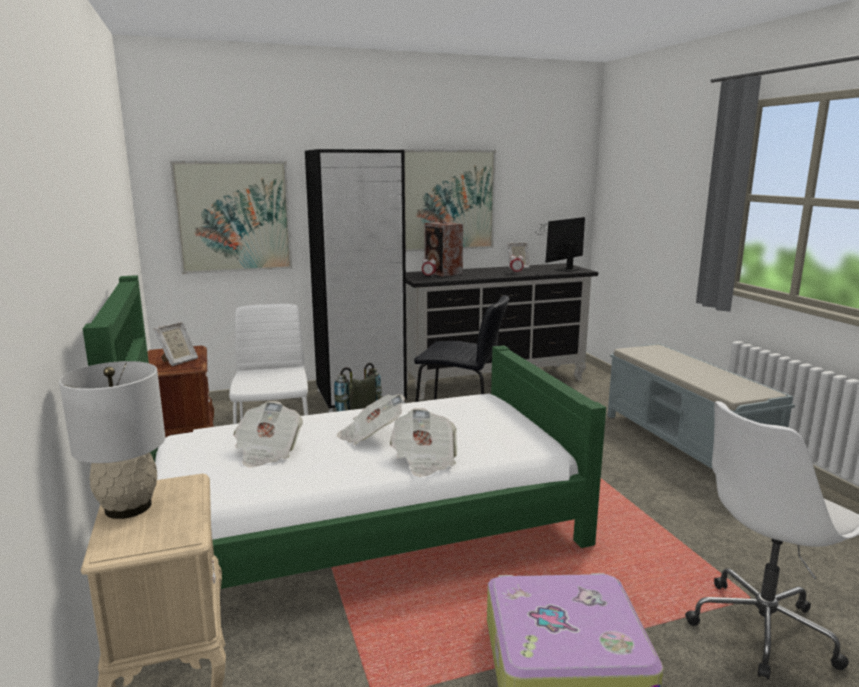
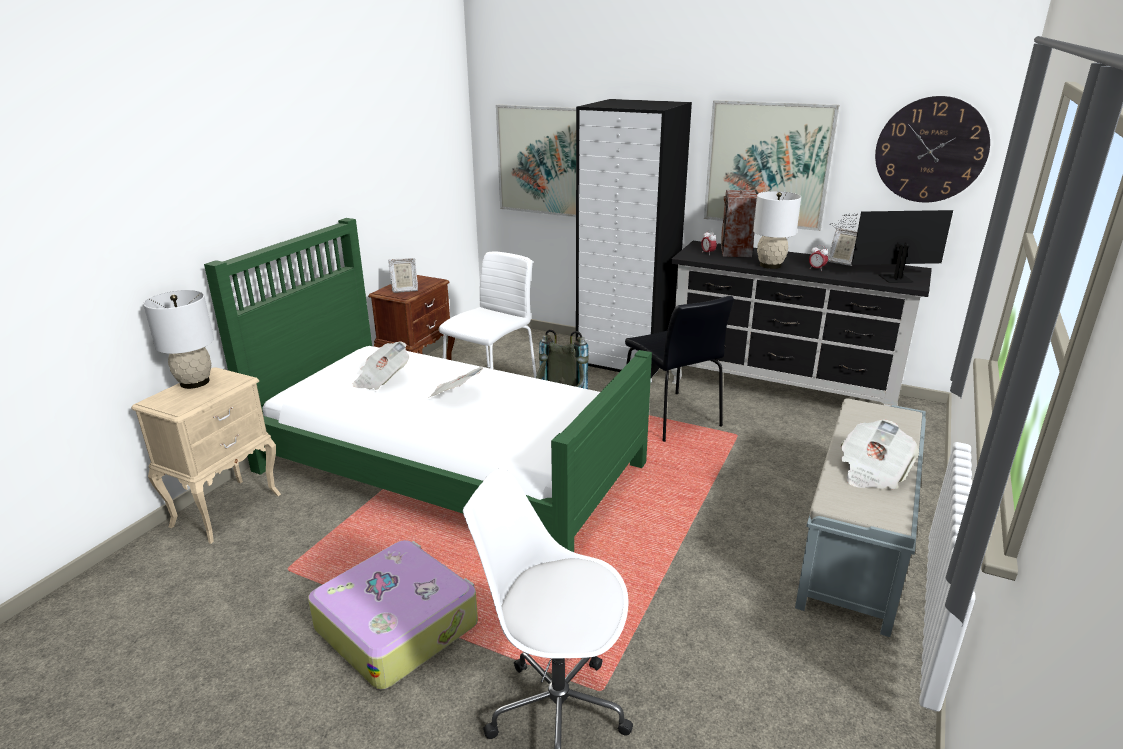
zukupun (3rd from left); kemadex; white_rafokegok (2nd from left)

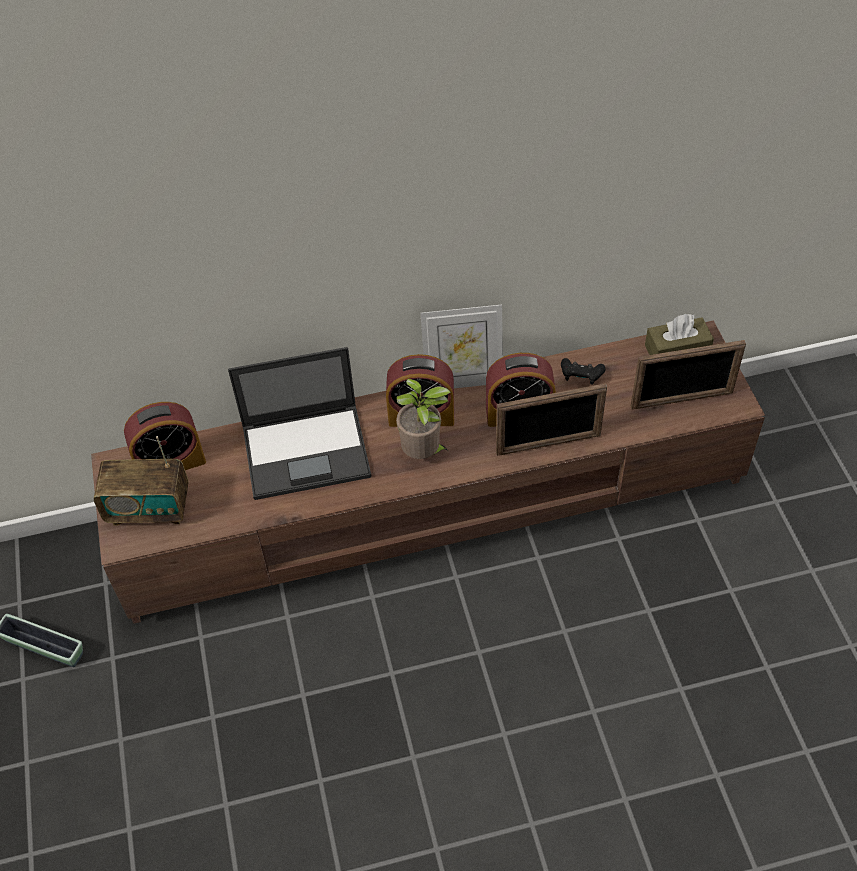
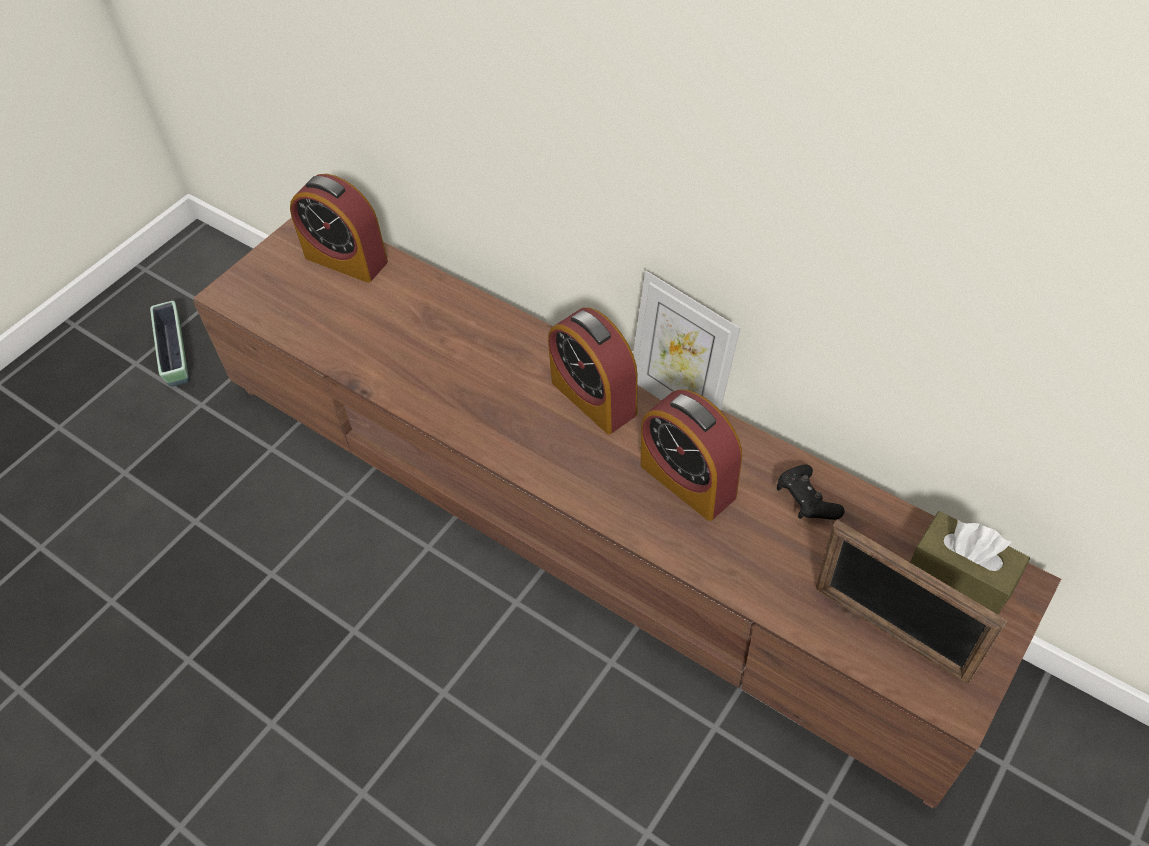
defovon; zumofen; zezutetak (2nd from left in the first image); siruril

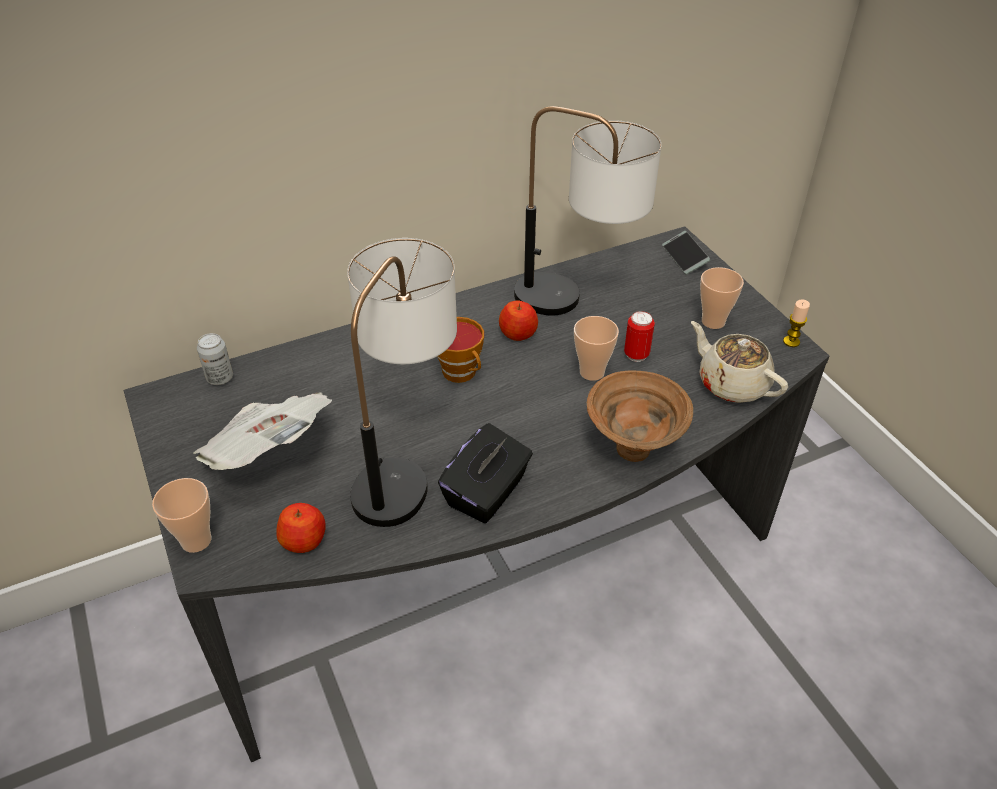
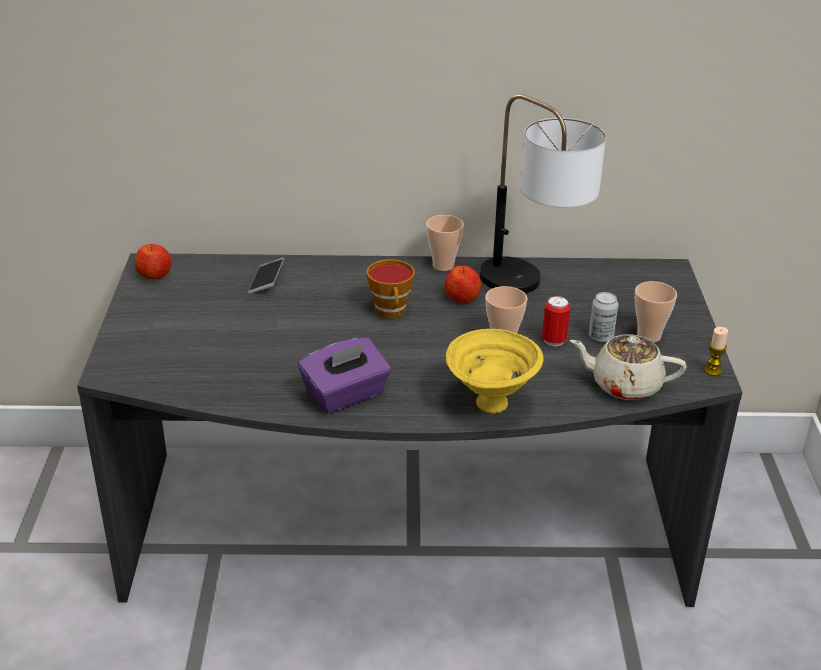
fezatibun; rafokegok (1st from left in the first image); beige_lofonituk; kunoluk (2nd from left); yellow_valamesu; zukupun; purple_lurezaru; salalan (2nd from left); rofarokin (1st from left)

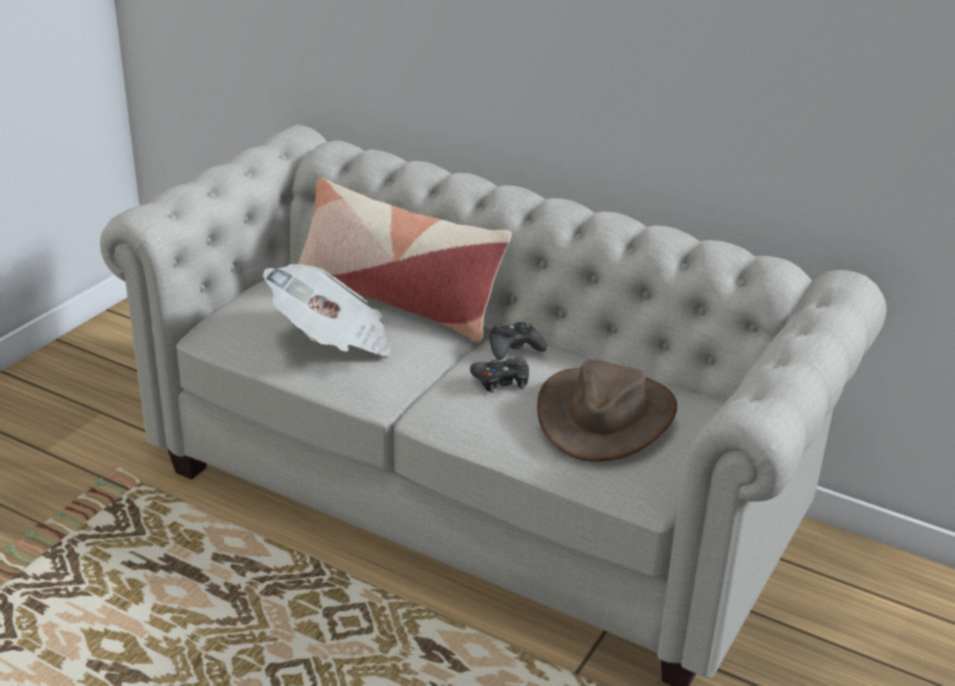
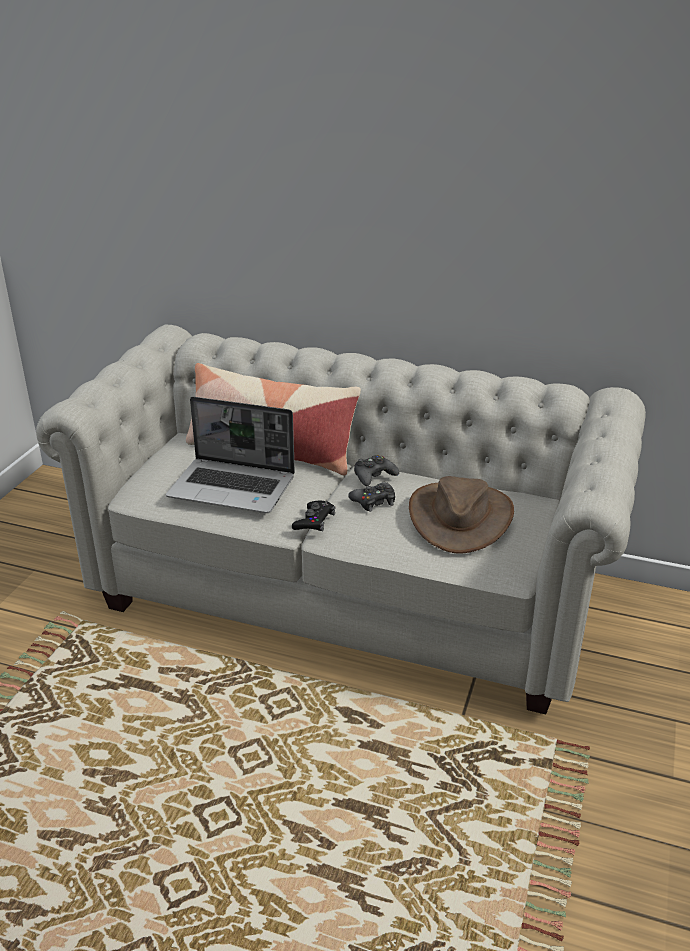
defovon; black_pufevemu (1st from left)

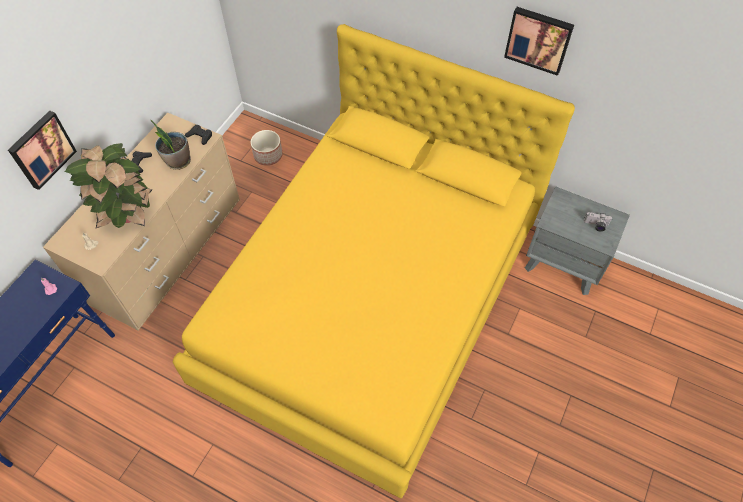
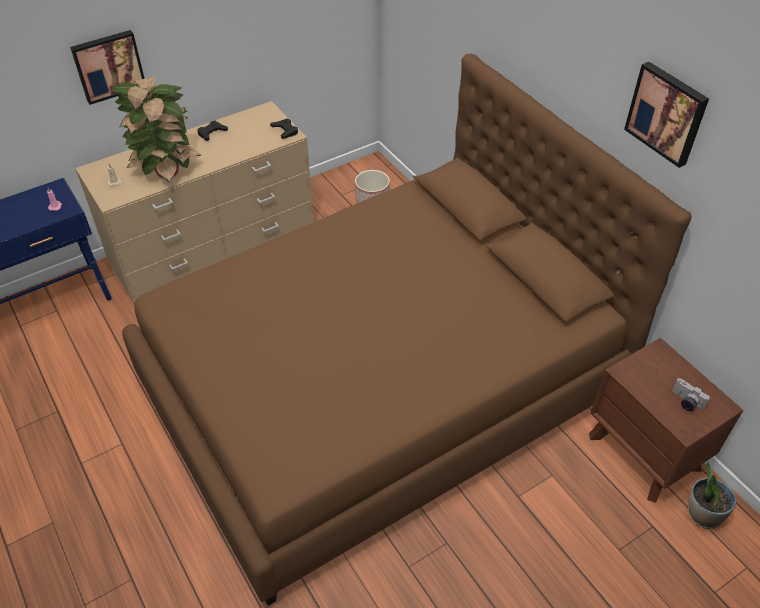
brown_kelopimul; zumofen (2nd from left); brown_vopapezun

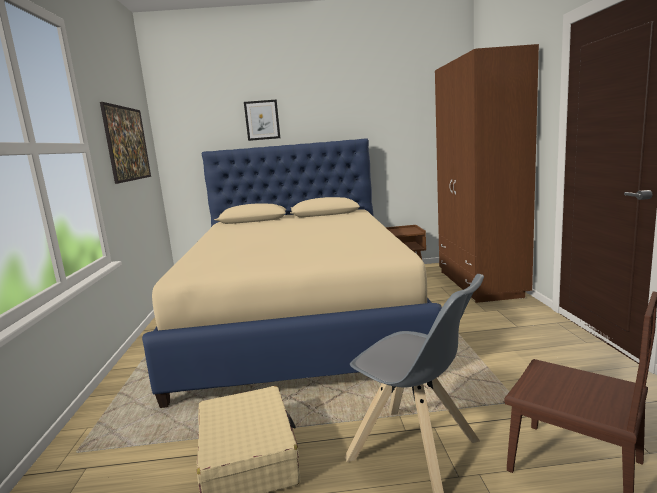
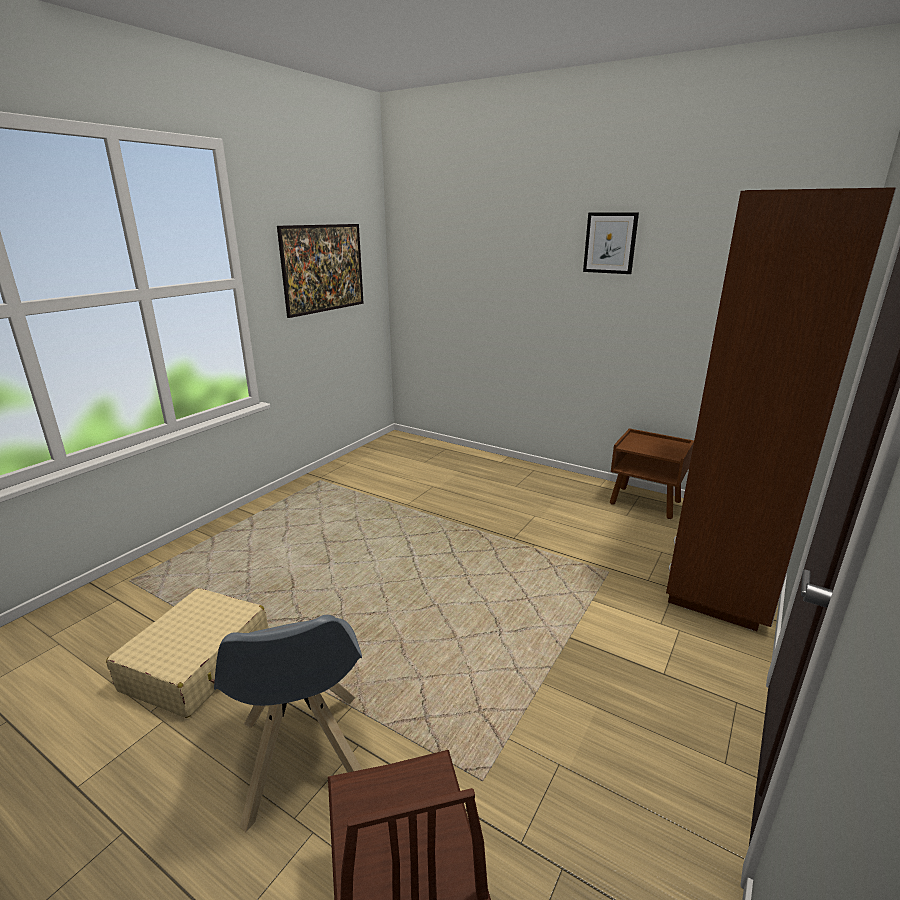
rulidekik (2nd from left); beige_kelopimul

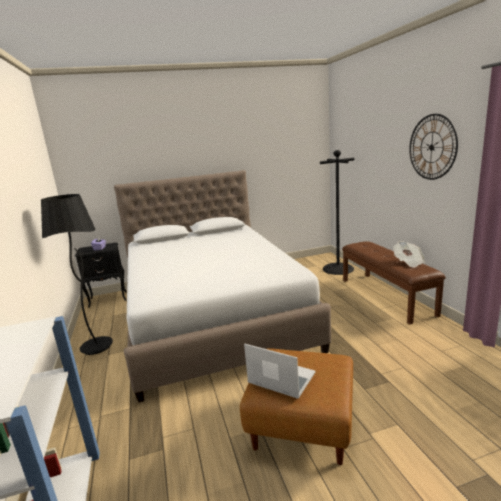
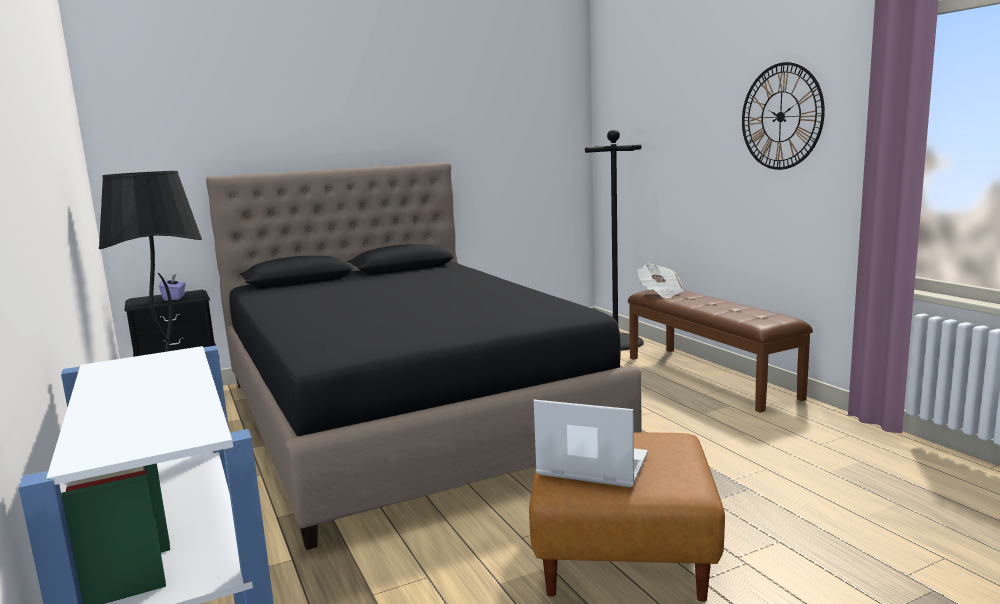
black_kelopimul; zukupun

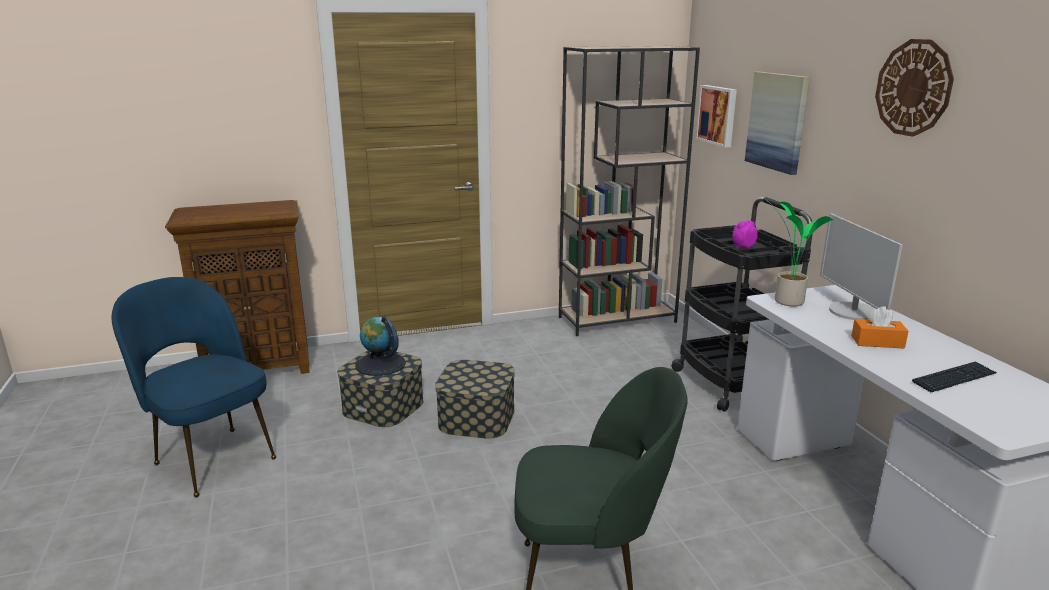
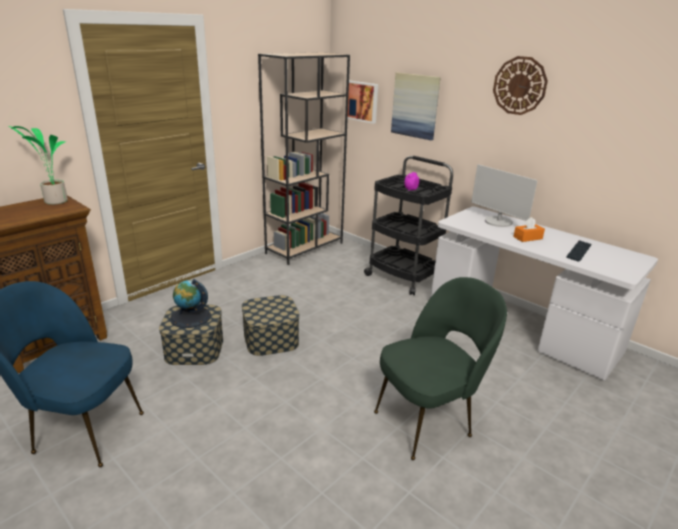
zumofen

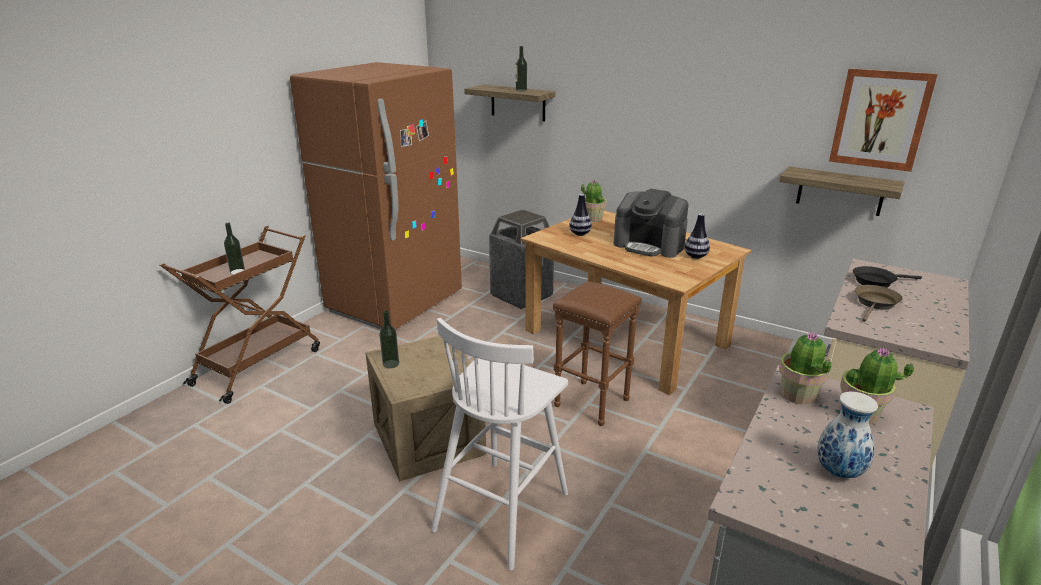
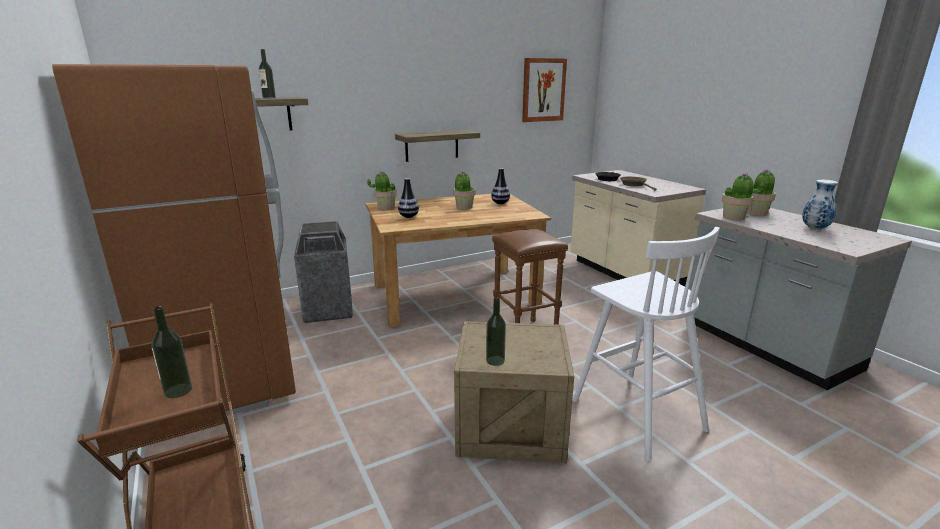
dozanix (2nd from left); zumofen (2nd from left)

